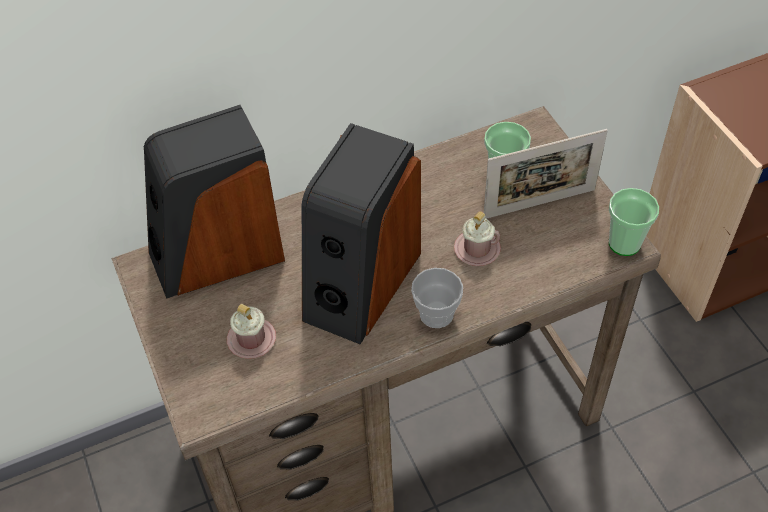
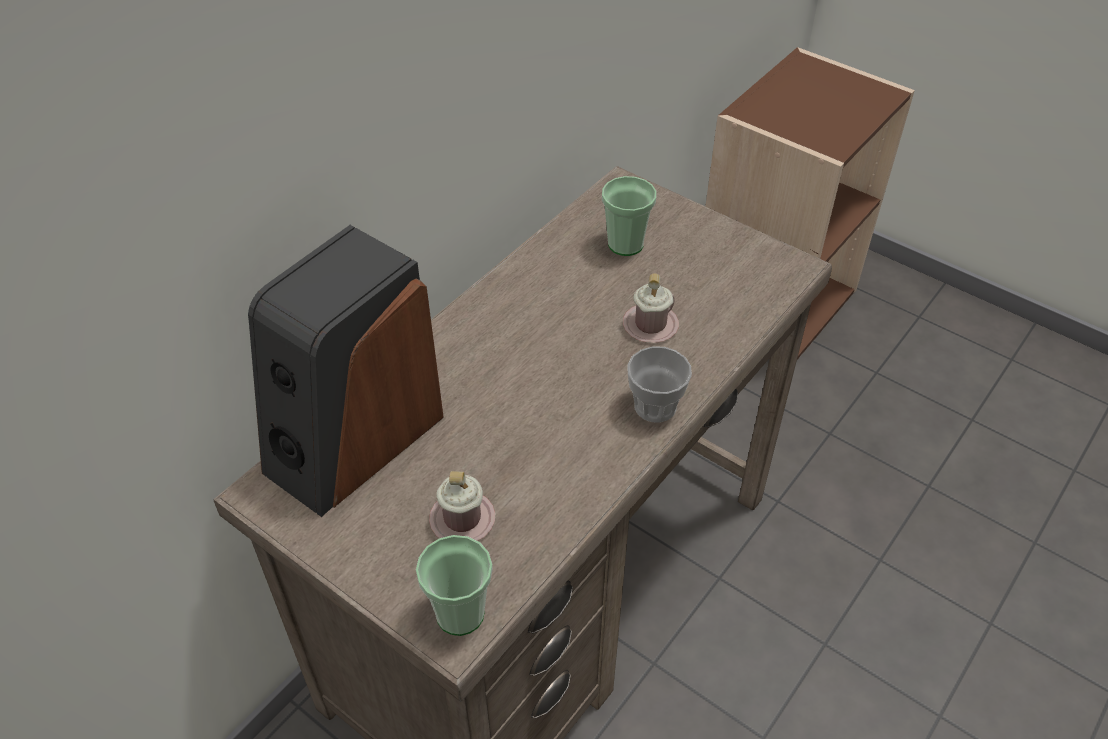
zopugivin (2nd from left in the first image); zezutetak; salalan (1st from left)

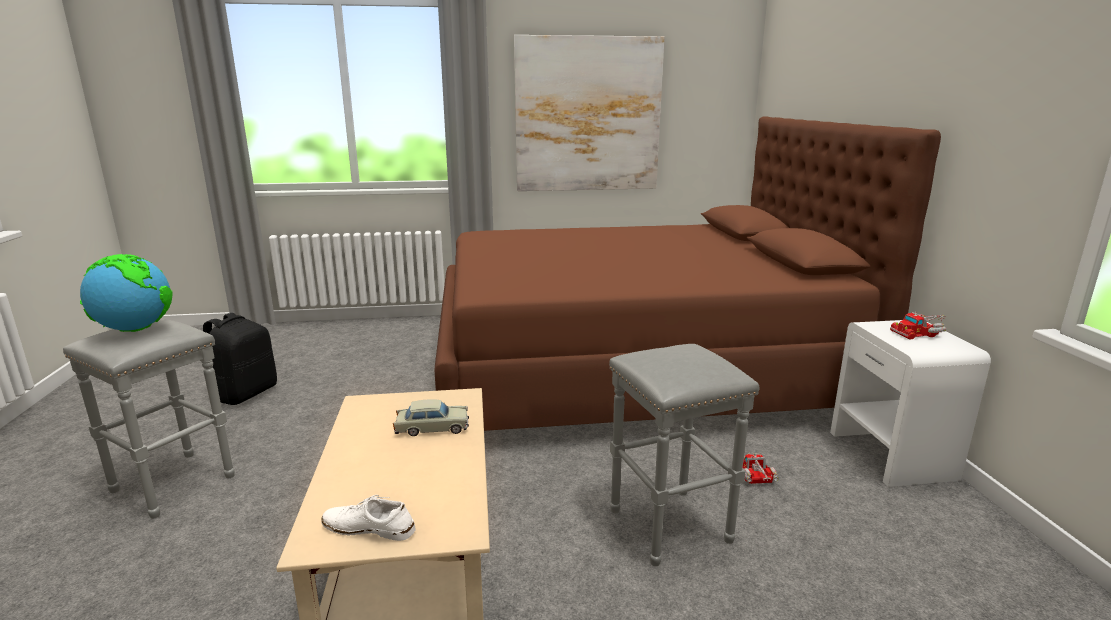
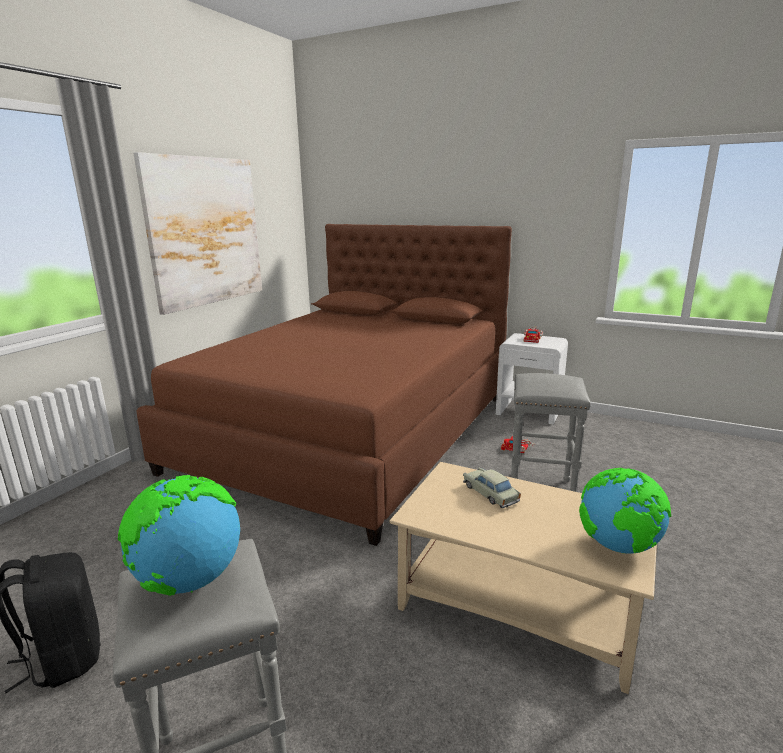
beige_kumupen; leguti (2nd from left)

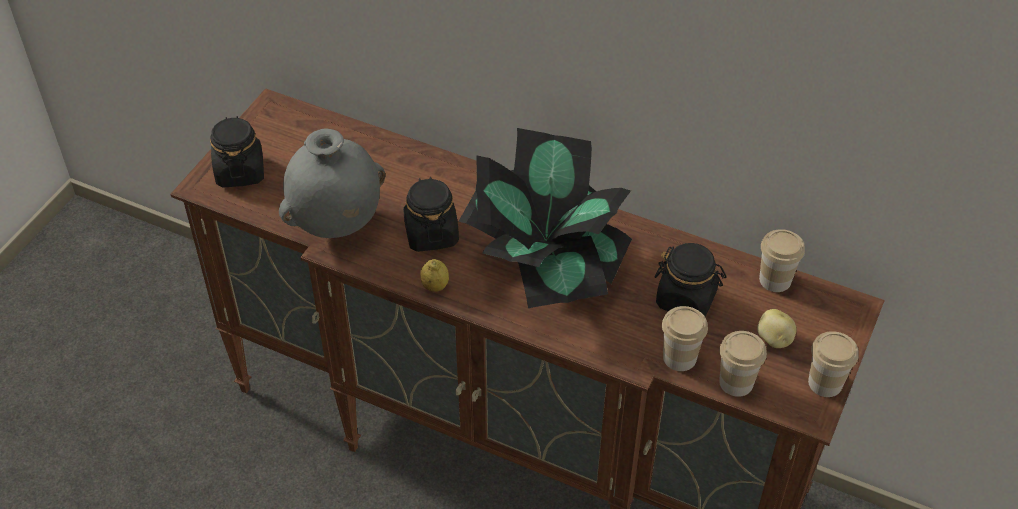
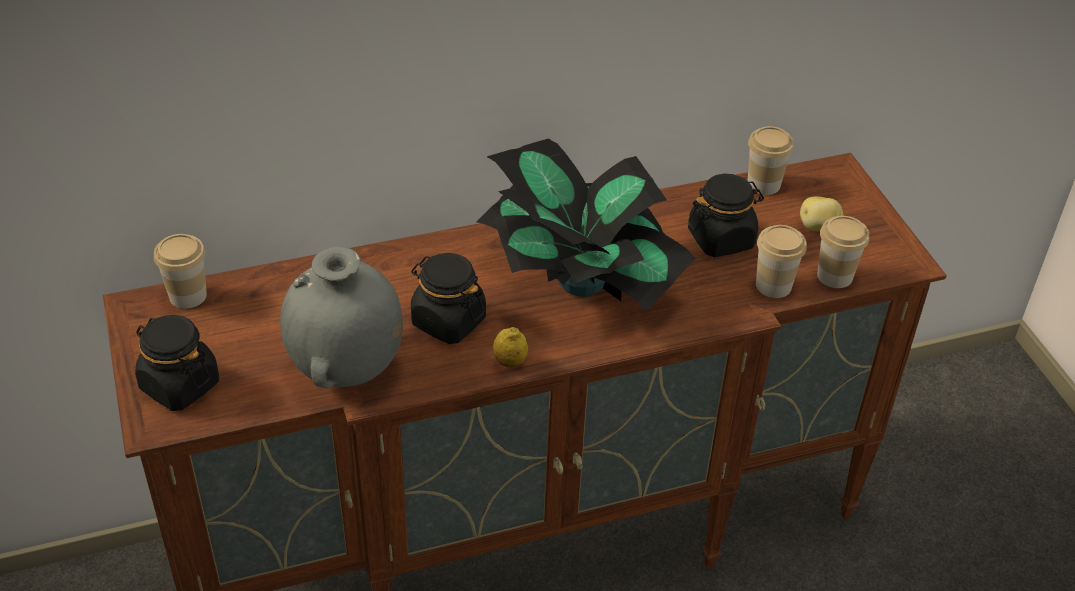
salalan (1st from left)

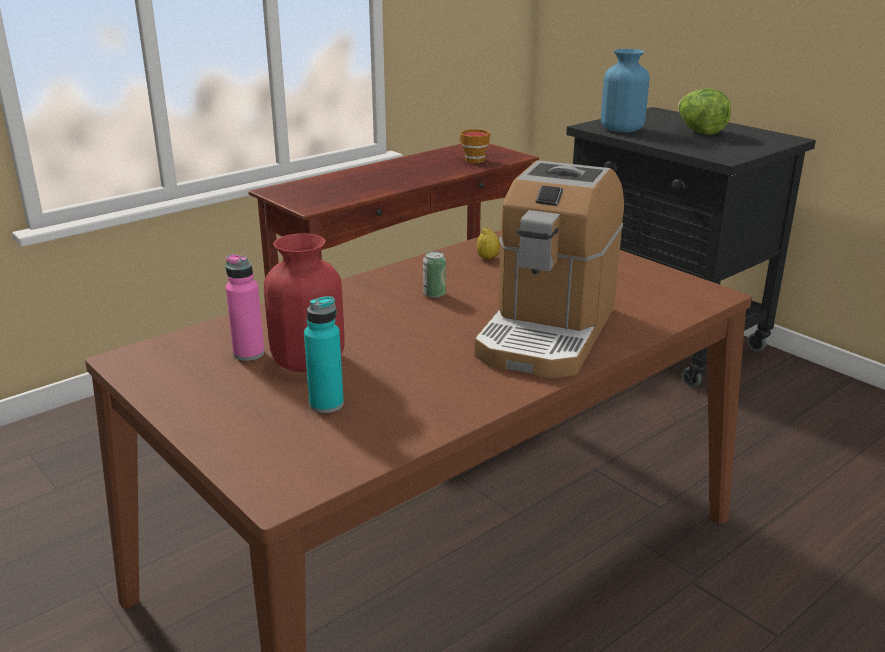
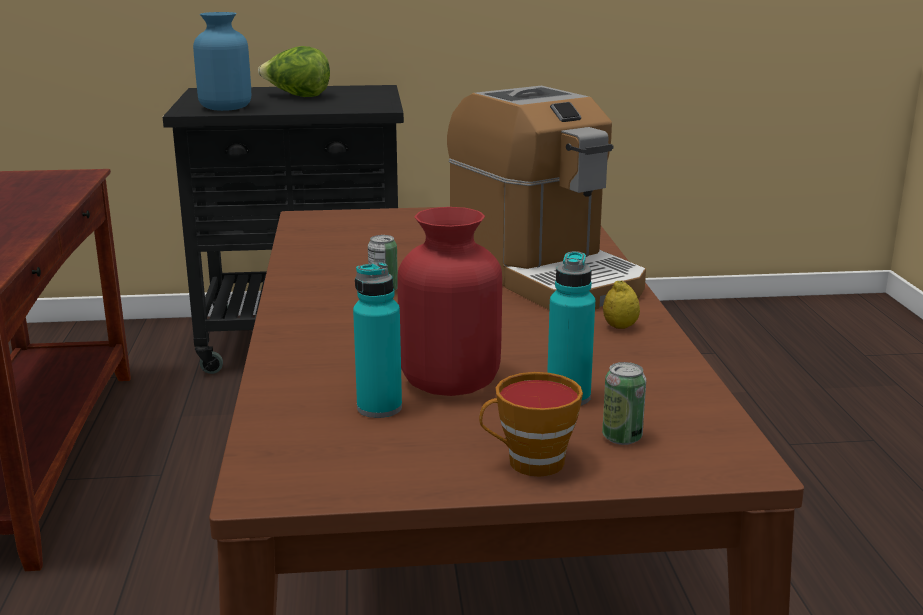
salalan; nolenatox; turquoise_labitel (1st from left); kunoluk (2nd from left)

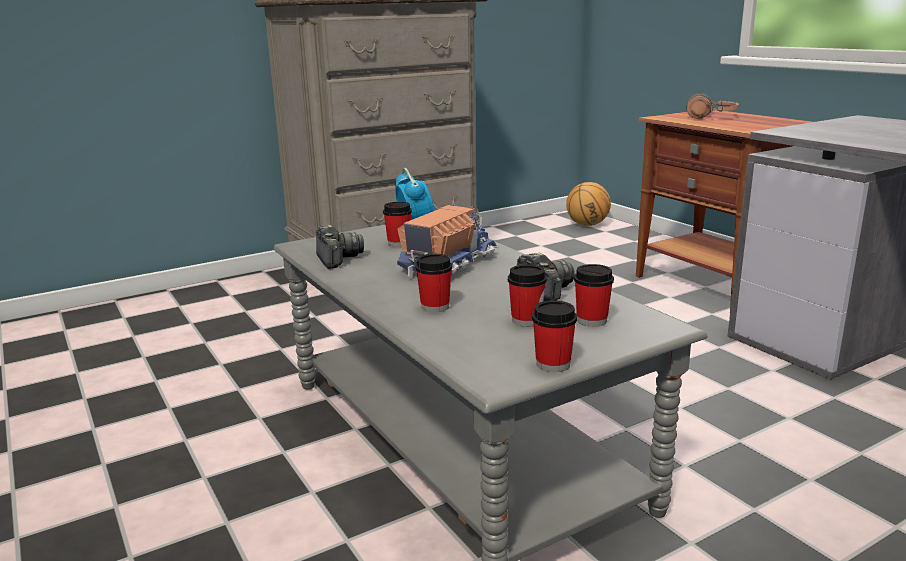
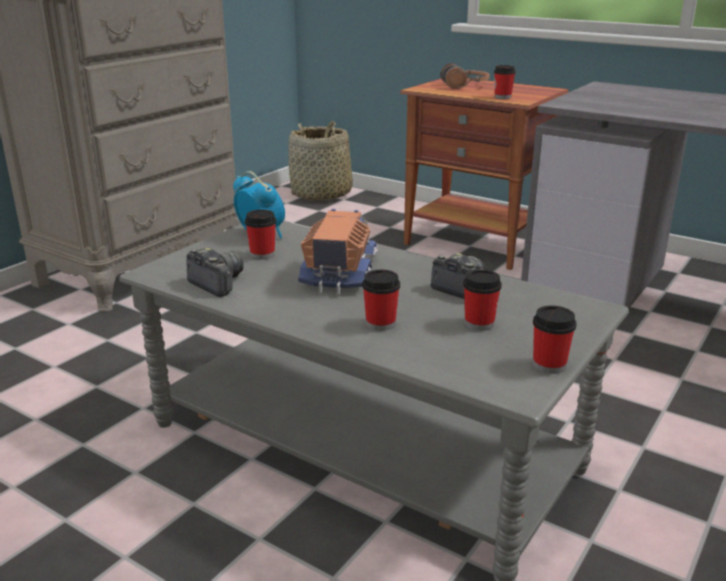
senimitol; salalan (4th from left)

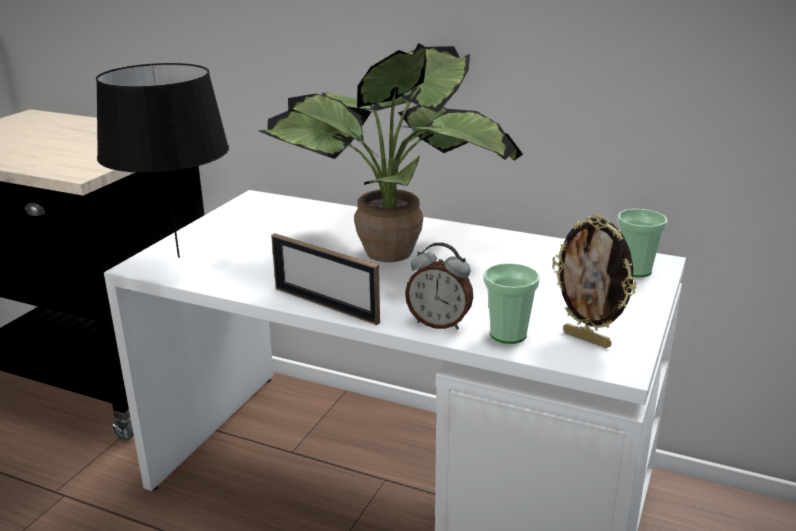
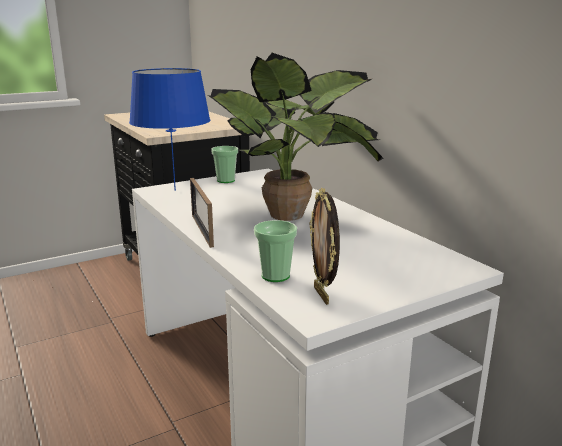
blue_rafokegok; salalan (1st from left); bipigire

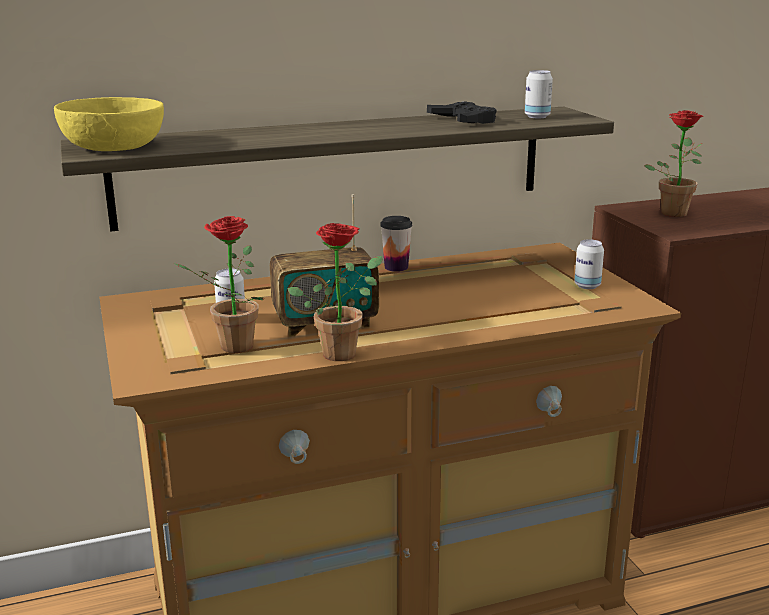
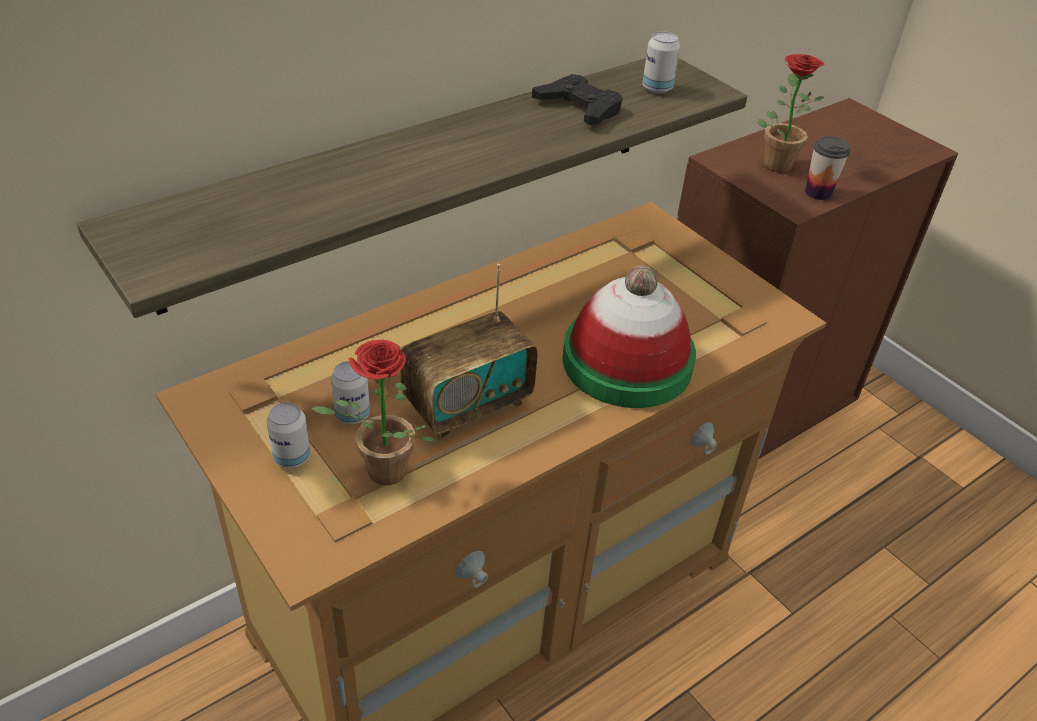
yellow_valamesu; salalan; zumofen (2nd from left in the first image); kunoluk (1st from left); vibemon

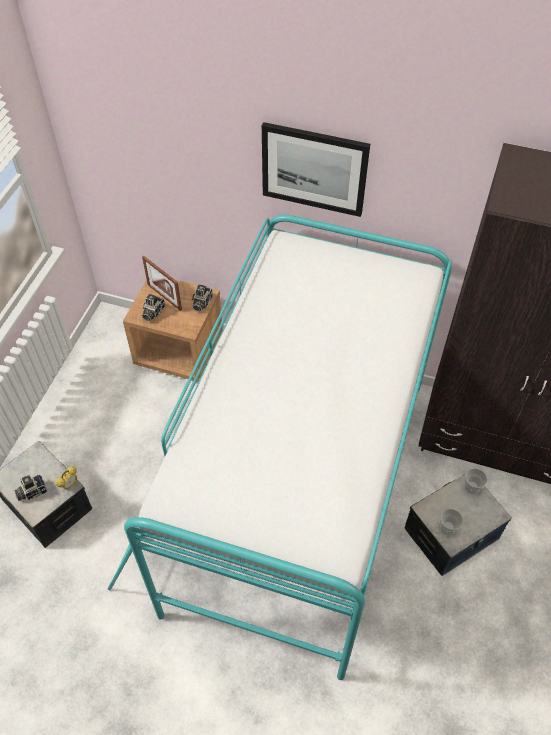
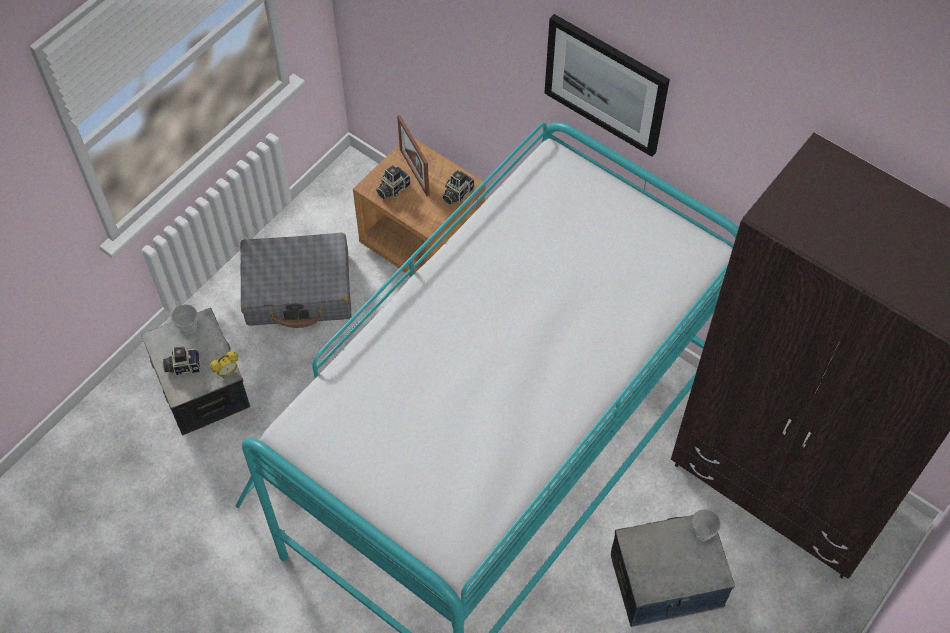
salalan (1st from left); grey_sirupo

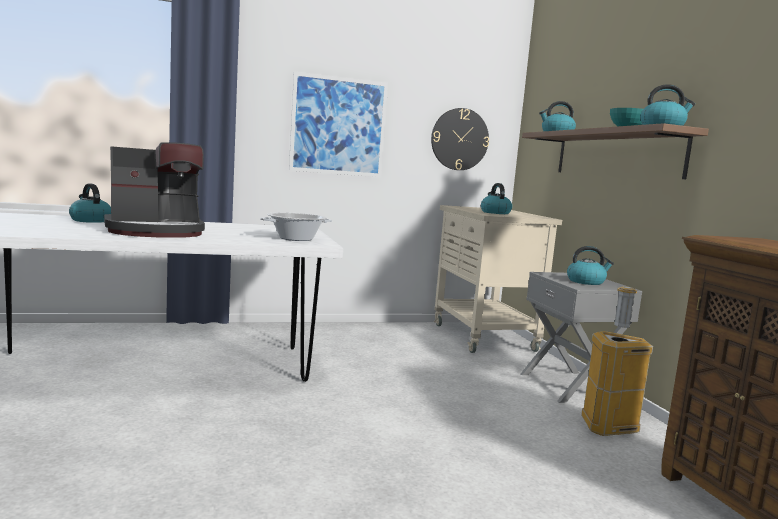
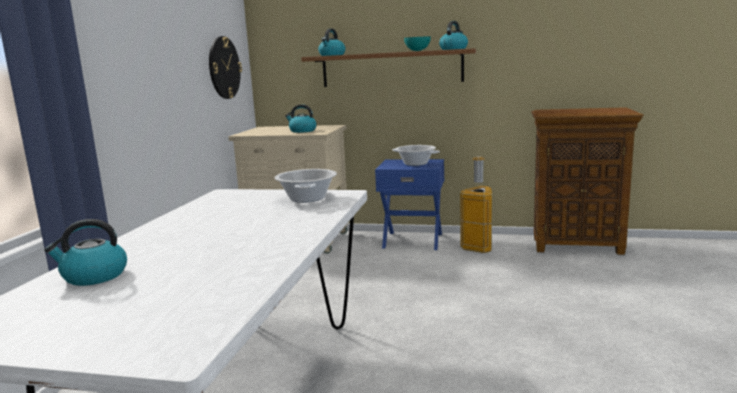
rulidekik; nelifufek; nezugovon (2nd from left); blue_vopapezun

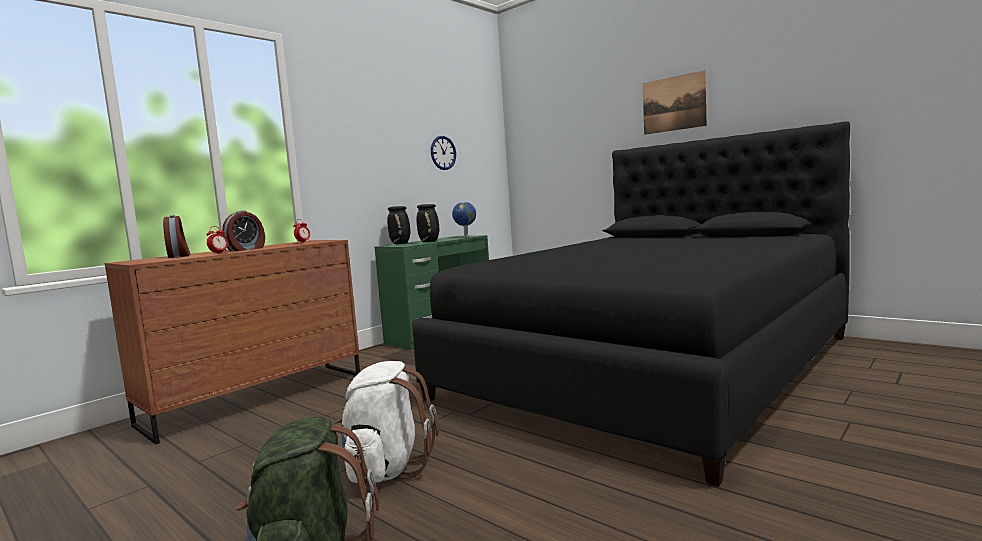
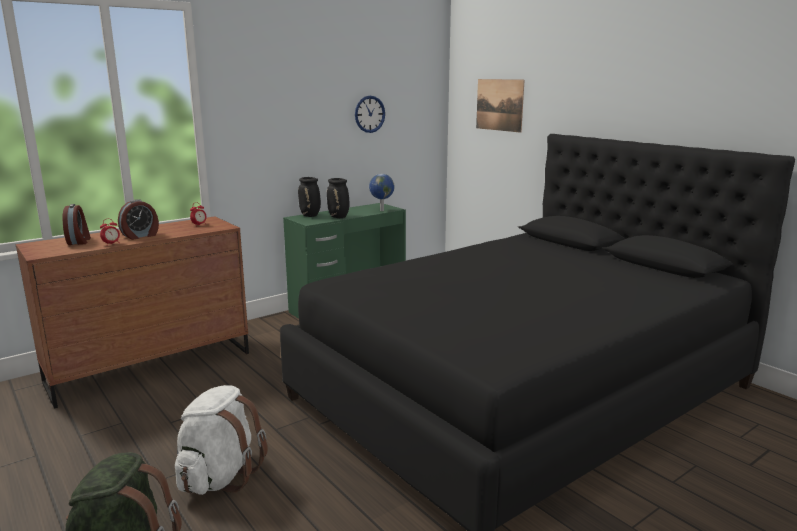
rulidekik

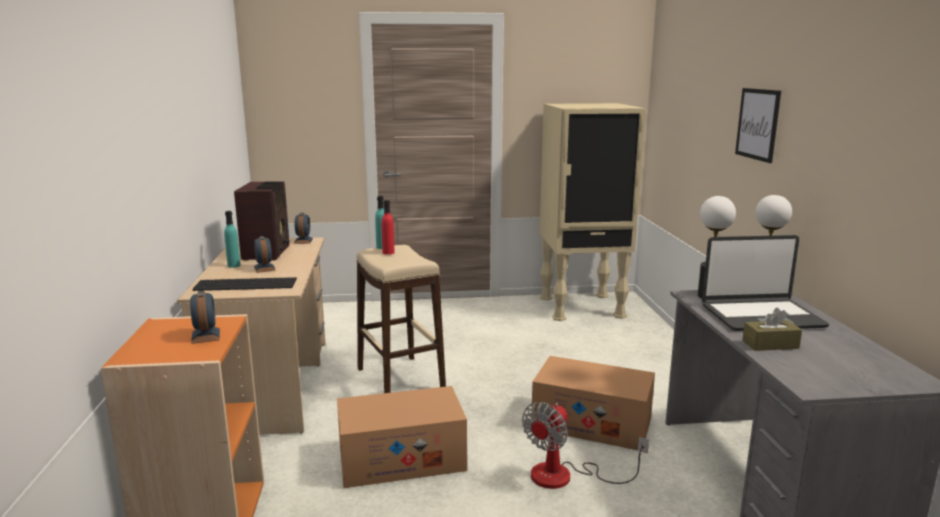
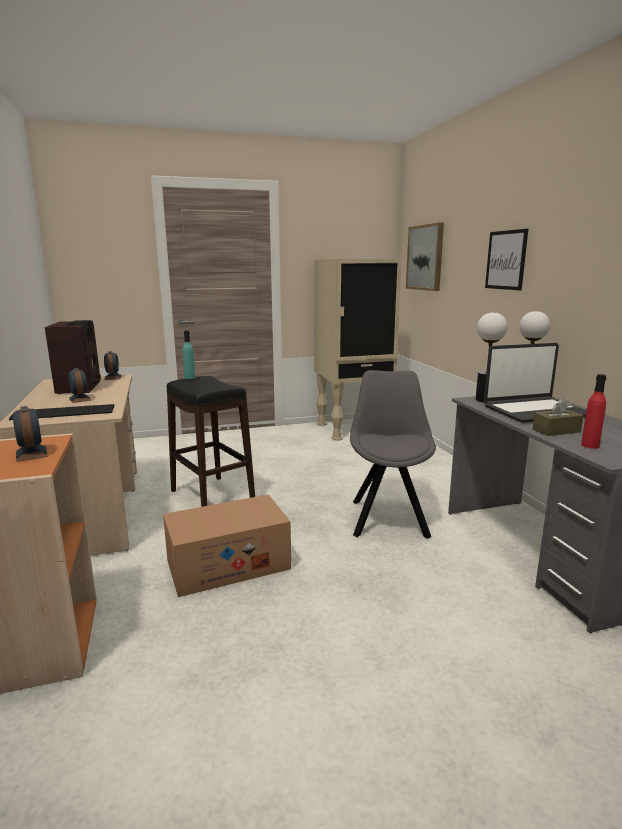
red_labitel; turquoise_labitel (1st from left in the first image); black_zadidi; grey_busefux; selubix; rulidekik (1st from left)

